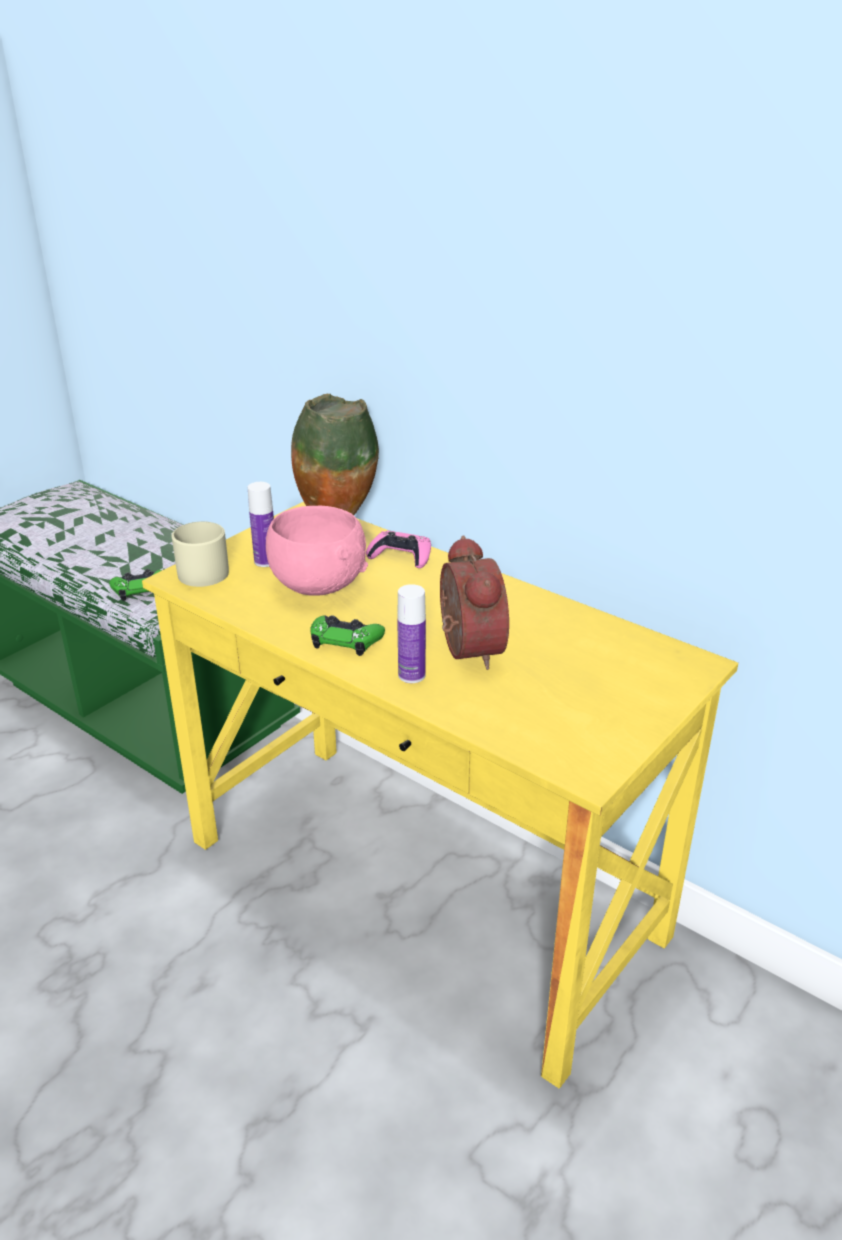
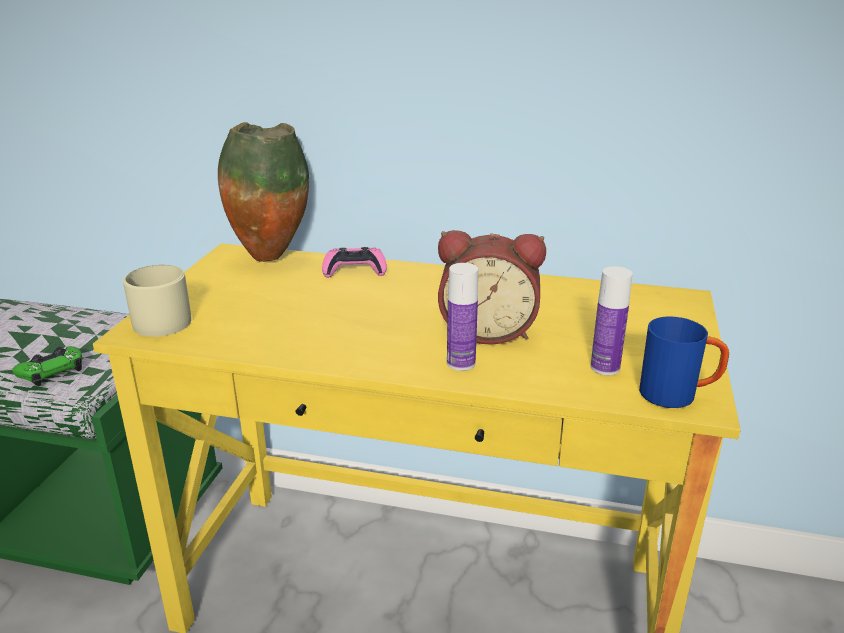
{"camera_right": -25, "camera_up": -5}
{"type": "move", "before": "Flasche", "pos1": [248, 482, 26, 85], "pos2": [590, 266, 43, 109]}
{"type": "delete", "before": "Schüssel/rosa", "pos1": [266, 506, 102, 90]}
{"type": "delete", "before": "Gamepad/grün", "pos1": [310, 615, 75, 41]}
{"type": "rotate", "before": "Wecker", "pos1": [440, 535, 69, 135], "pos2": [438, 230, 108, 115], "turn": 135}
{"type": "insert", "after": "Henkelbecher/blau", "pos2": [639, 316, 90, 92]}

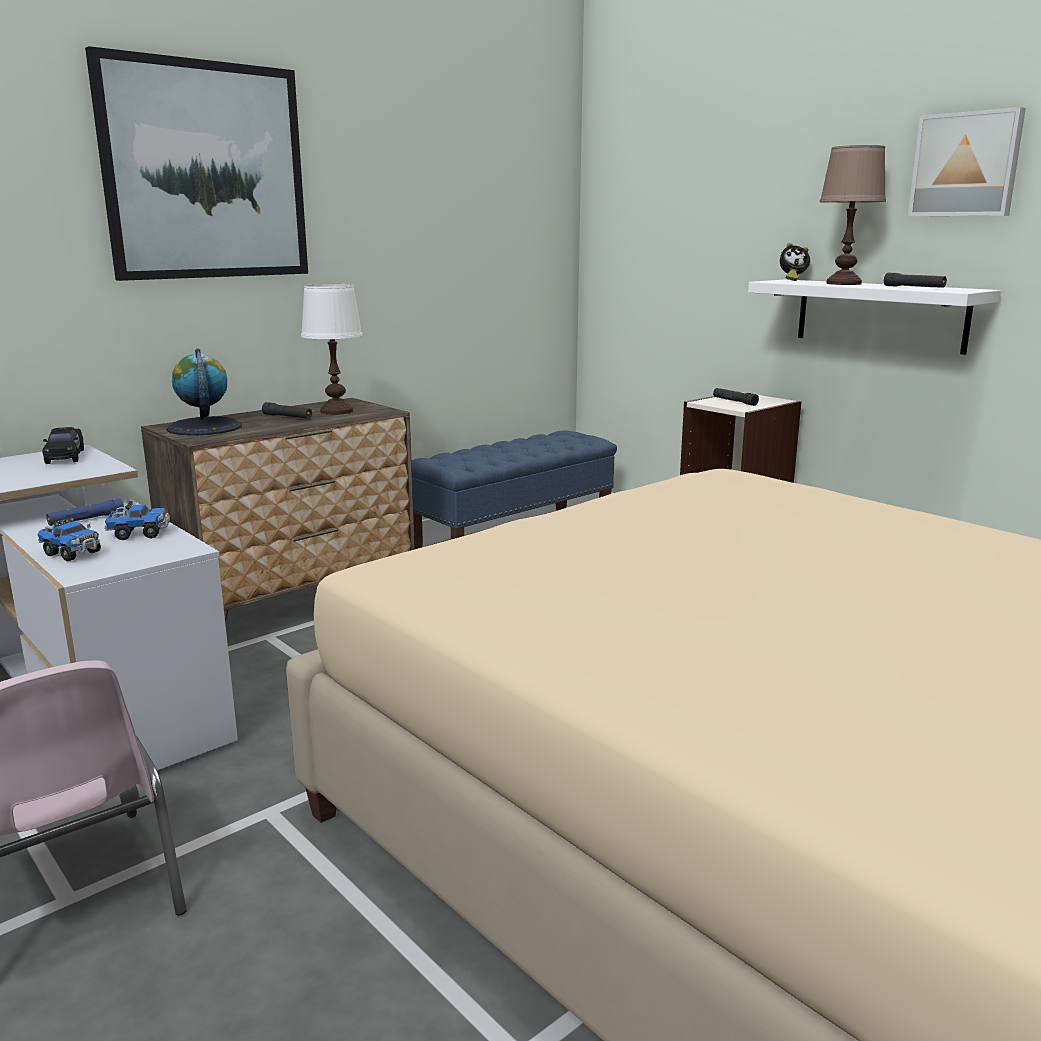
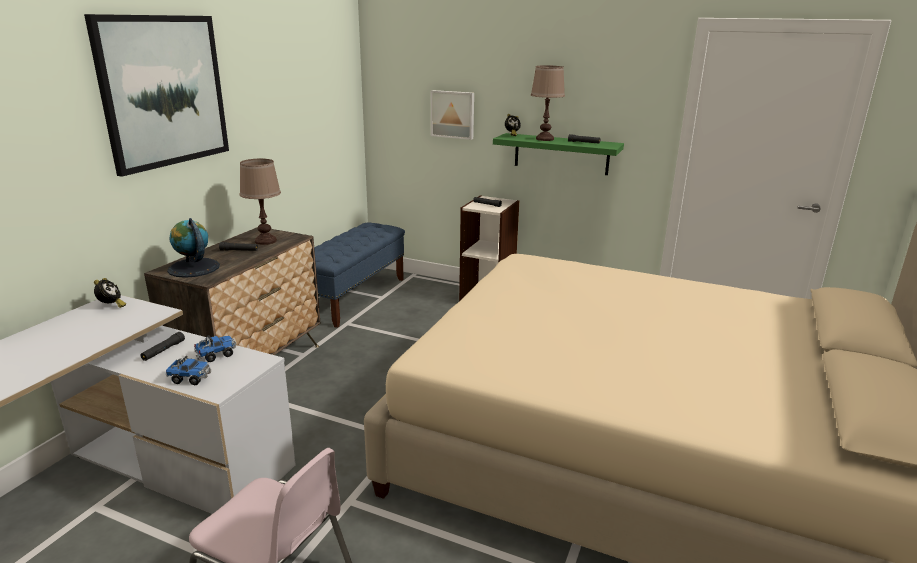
{"camera_right": -25, "camera_up": 5}
{"type": "replace", "before": "Spielzeugauto/schwarz", "after": "Wecker", "pos1": [43, 427, 41, 37], "pos2": [94, 278, 32, 30]}
{"type": "recolor", "before": "Taschenlampe/blau", "after": "Taschenlampe/schwarz", "pos1": [46, 498, 78, 28], "pos2": [140, 332, 45, 29]}
{"type": "recolor", "before": "Tischlampe/weiß", "after": "Tischlampe/braun", "pos1": [301, 284, 62, 131], "pos2": [240, 159, 41, 86]}
{"type": "recolor", "before": "Wandregal/weiß", "after": "Wandregal/grün", "pos1": [748, 279, 253, 76], "pos2": [493, 133, 131, 42]}
{"type": "move", "before": "Bild", "pos1": [908, 107, 118, 109], "pos2": [431, 90, 43, 50]}

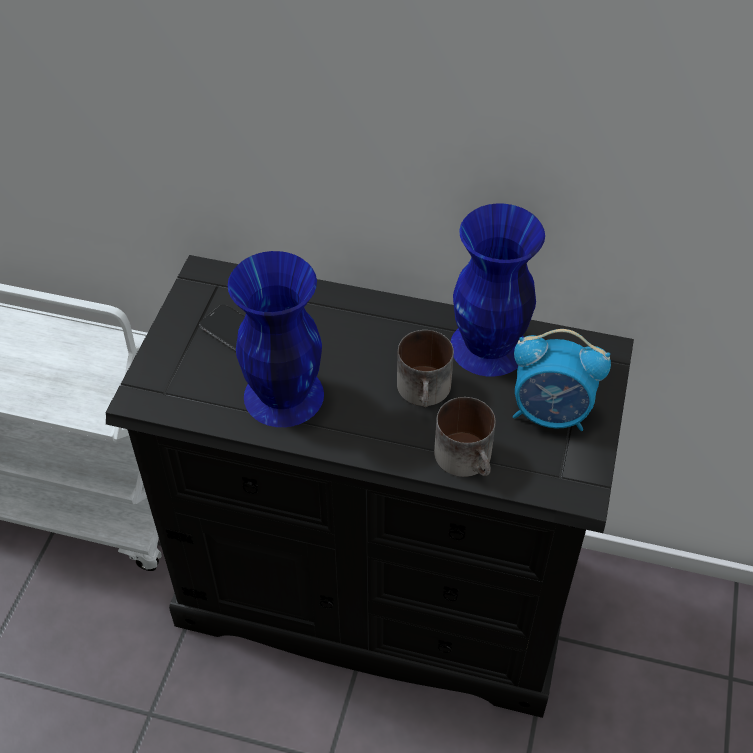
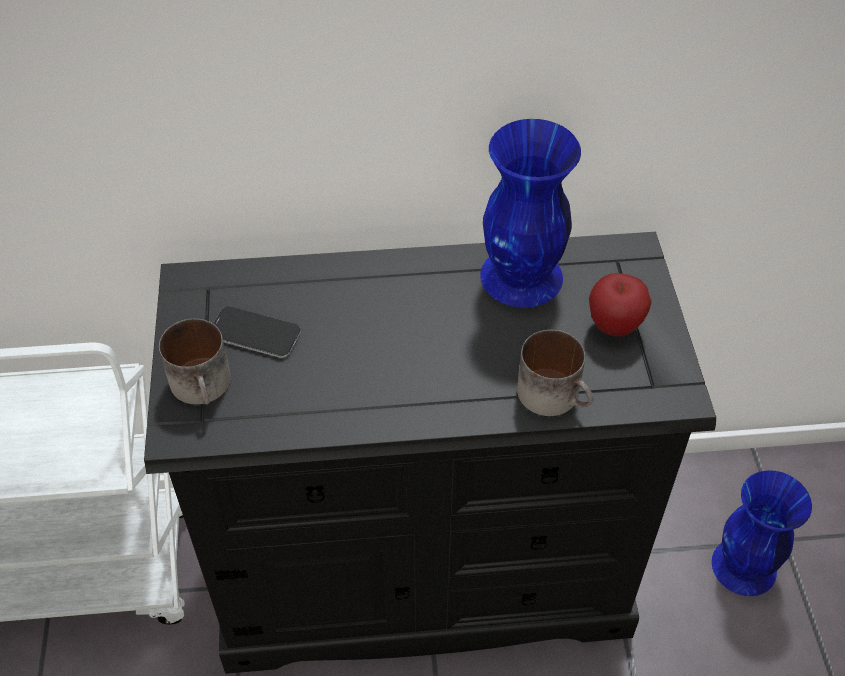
{"camera_right": -20, "camera_up": 0}
{"type": "move", "before": "Vase/blau", "pos1": [228, 251, 96, 176], "pos2": [712, 470, 100, 126]}
{"type": "move", "before": "Henkelbecher", "pos1": [397, 330, 57, 77], "pos2": [159, 319, 72, 86]}
{"type": "replace", "before": "Wecker", "after": "Apfel", "pos1": [513, 329, 98, 102], "pos2": [589, 273, 63, 63]}

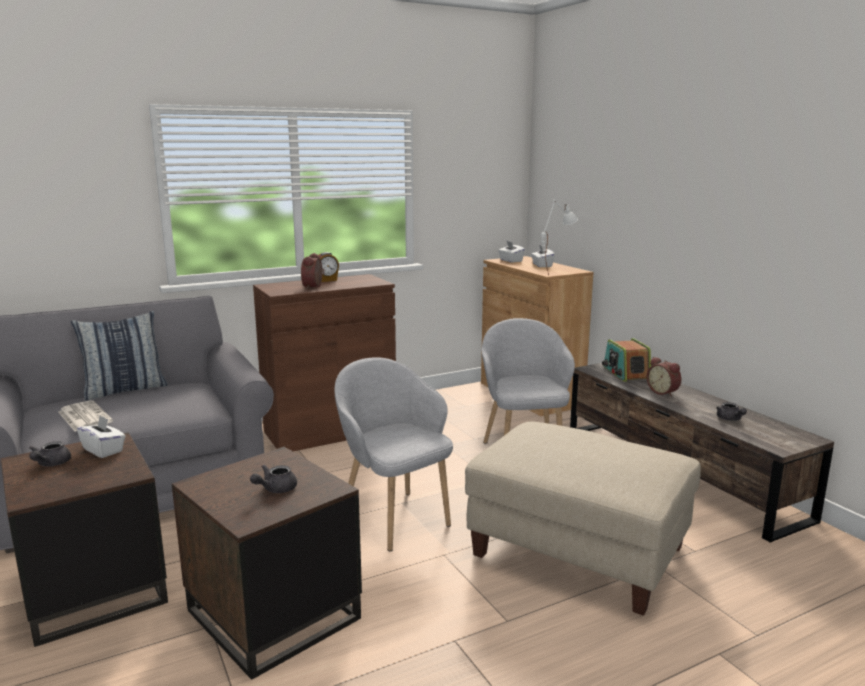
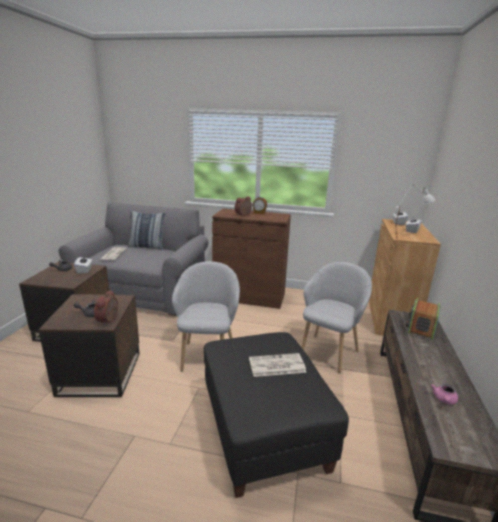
{"camera_right": 40, "camera_up": 5}
{"type": "recolor", "before": "Polsterhocker/beige", "after": "Polsterhocker/schwarz", "pos1": [465, 421, 236, 195], "pos2": [204, 332, 145, 166]}
{"type": "move", "before": "Wecker", "pos1": [647, 357, 34, 40], "pos2": [94, 290, 25, 36]}
{"type": "recolor", "before": "Teekanne/grau", "after": "Teekanne/rosa", "pos1": [716, 402, 31, 19], "pos2": [431, 383, 27, 22]}
{"type": "insert", "after": "Zeitung", "pos2": [249, 353, 58, 24]}

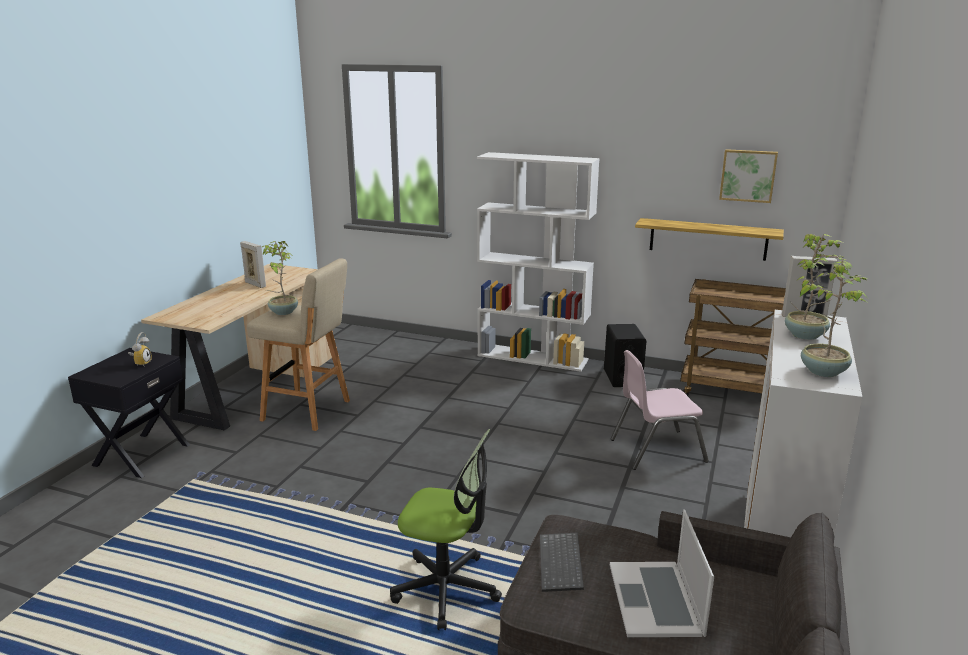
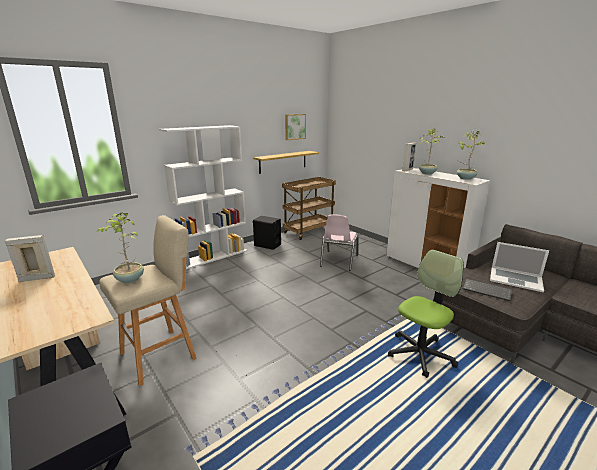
{"camera_right": -60, "camera_up": 0}
{"type": "delete", "before": "Wecker", "pos1": [128, 332, 24, 34]}

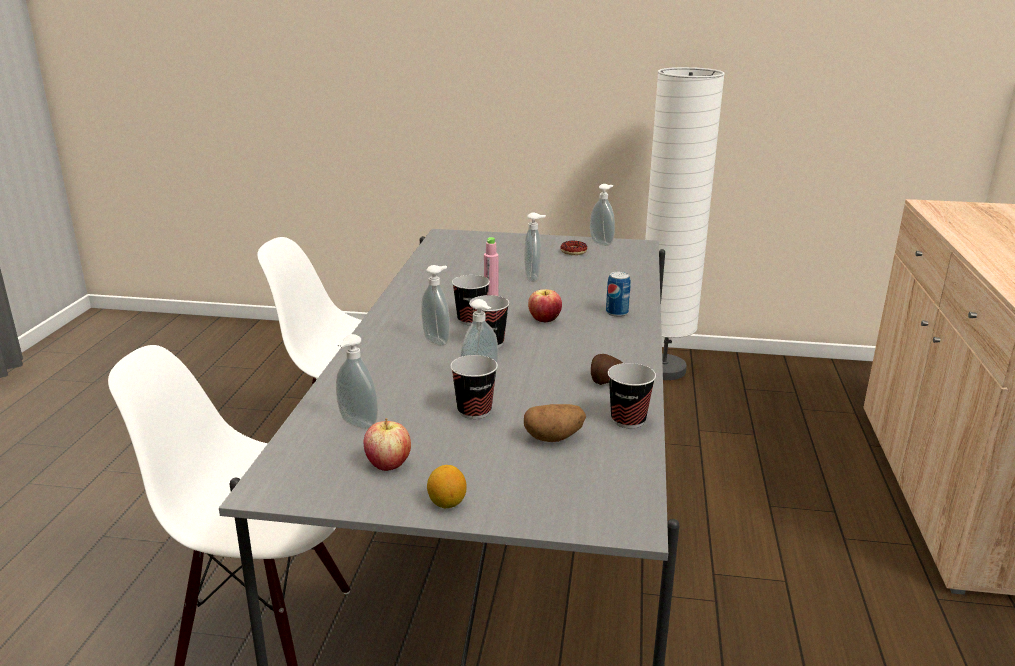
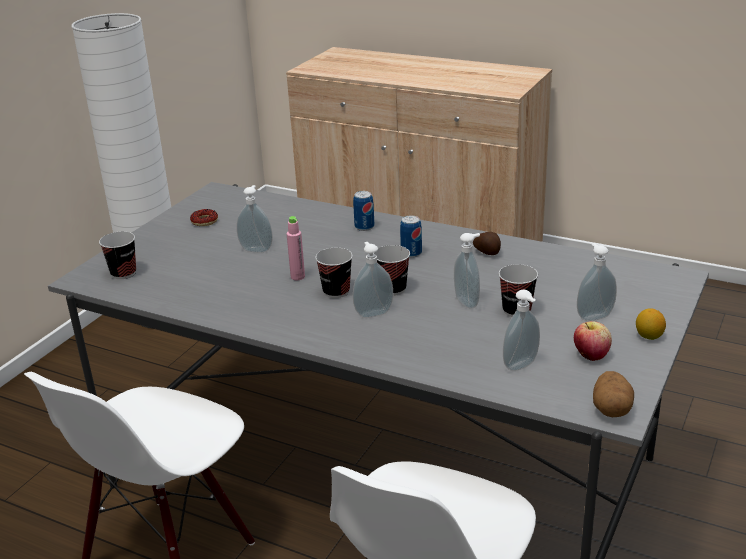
{"camera_right": -70, "camera_up": 5}
{"type": "move", "before": "Kartoffel", "pos1": [524, 404, 62, 38], "pos2": [593, 371, 41, 46]}
{"type": "delete", "before": "Apfel", "pos1": [528, 289, 34, 33]}
{"type": "move", "before": "Seifenspender", "pos1": [590, 184, 25, 62], "pos2": [577, 243, 40, 78]}
{"type": "move", "before": "Tasse", "pos1": [608, 363, 48, 65], "pos2": [99, 231, 37, 48]}
{"type": "insert", "after": "Dose", "pos2": [400, 215, 22, 43]}

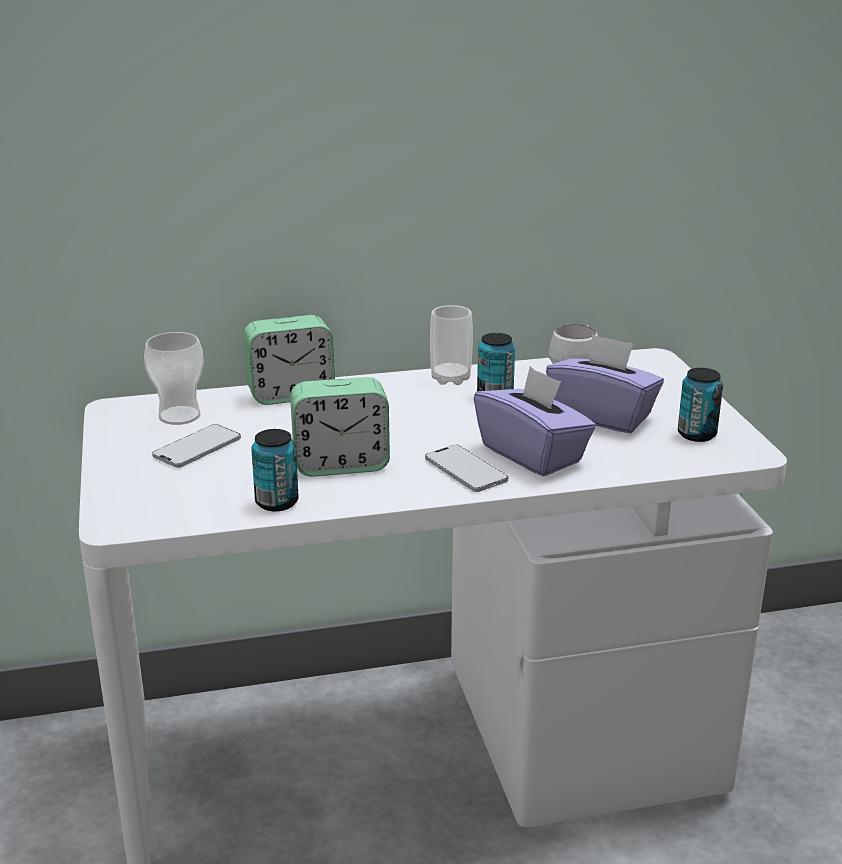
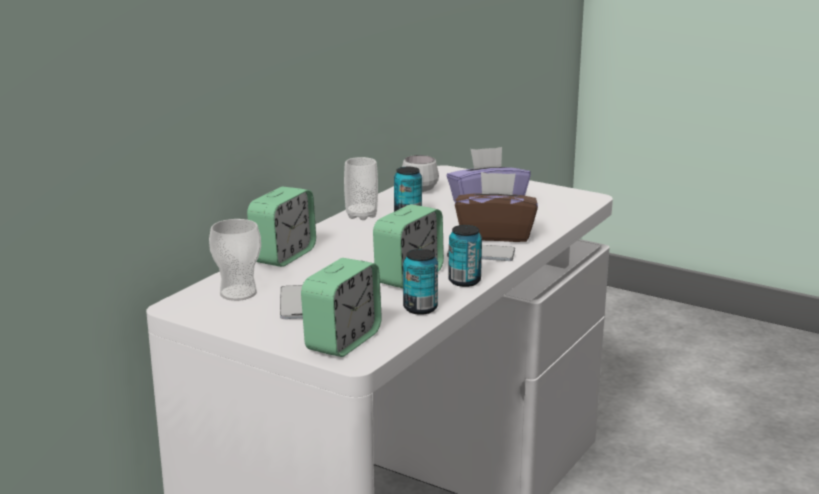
{"camera_right": -45, "camera_up": -5}
{"type": "recolor", "before": "Taschentuchbox/lila", "after": "Taschentuchbox/braun", "pos1": [474, 366, 122, 110], "pos2": [455, 172, 83, 70]}
{"type": "move", "before": "Dose", "pos1": [678, 368, 45, 74], "pos2": [448, 225, 34, 62]}
{"type": "insert", "after": "Wecker", "pos2": [301, 258, 81, 99]}

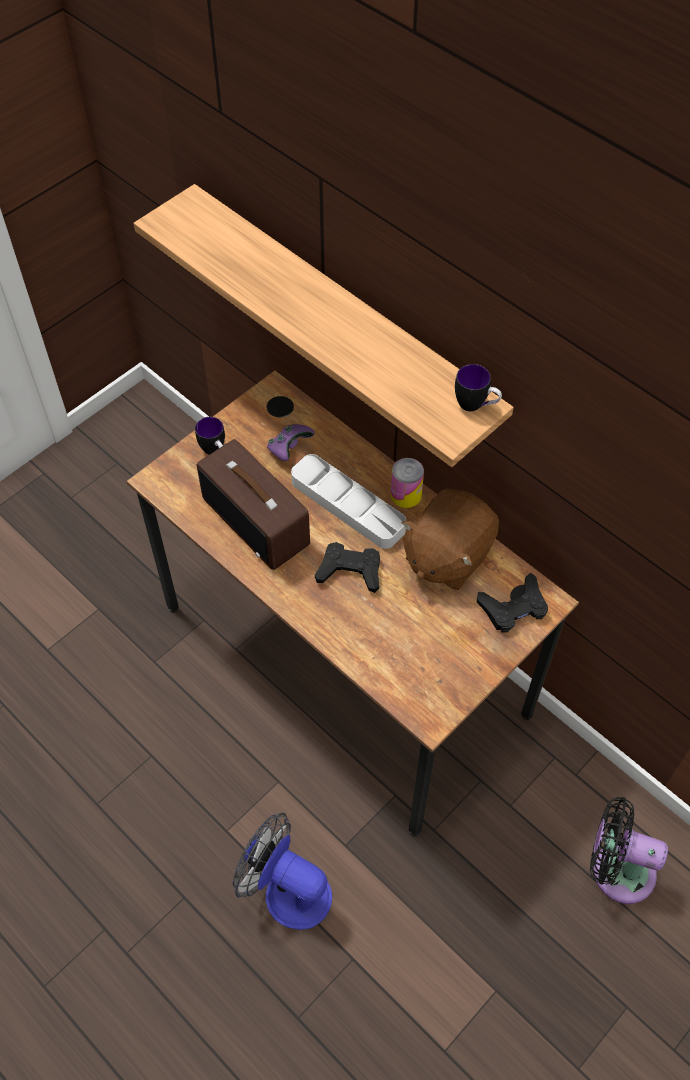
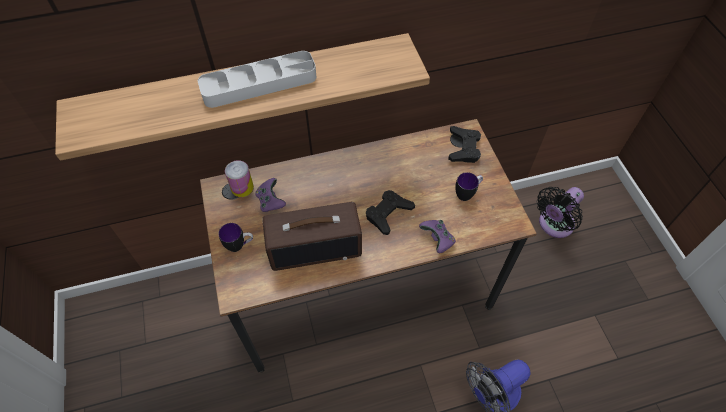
{"camera_right": -60, "camera_up": 0}
{"type": "move", "before": "Tablett/grau", "pos1": [291, 454, 115, 95], "pos2": [198, 51, 118, 57]}
{"type": "move", "before": "Dose", "pos1": [391, 458, 33, 50], "pos2": [225, 160, 29, 37]}
{"type": "delete", "before": "Plüschtier/braun", "pos1": [401, 488, 98, 102]}
{"type": "move", "before": "Henkelbecher", "pos1": [455, 364, 47, 48], "pos2": [455, 172, 28, 29]}
{"type": "insert", "after": "Gamepad/lila", "pos2": [419, 220, 37, 33]}

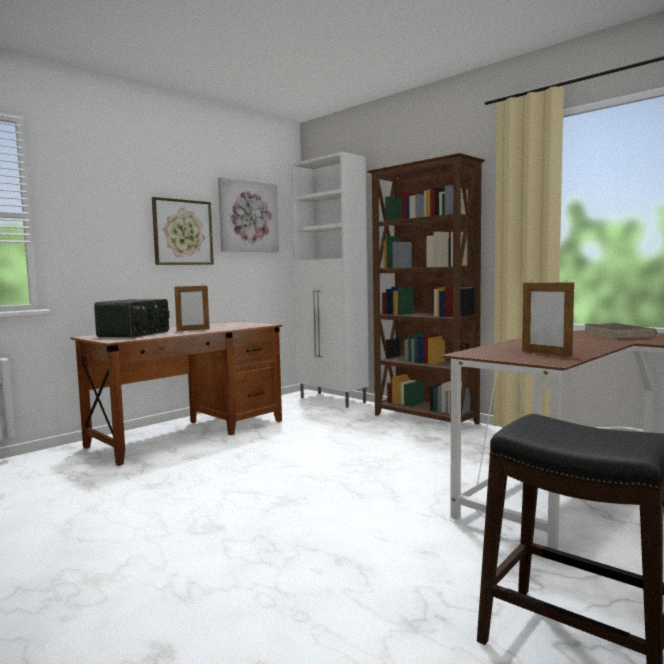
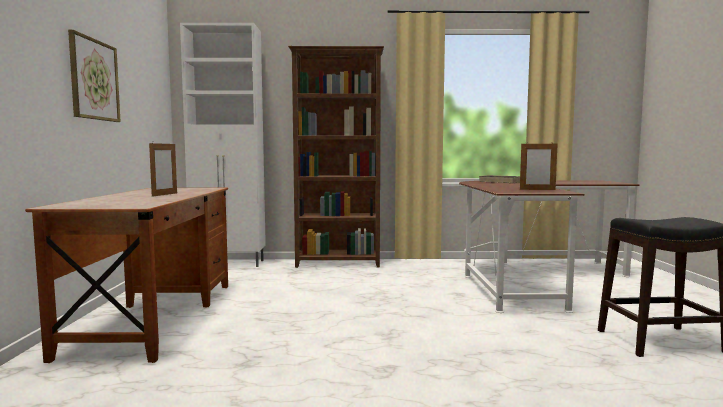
{"camera_right": -45, "camera_up": 0}
{"type": "delete", "before": "Radio", "pos1": [94, 299, 75, 39]}
{"type": "delete", "before": "Bild", "pos1": [218, 177, 61, 75]}

